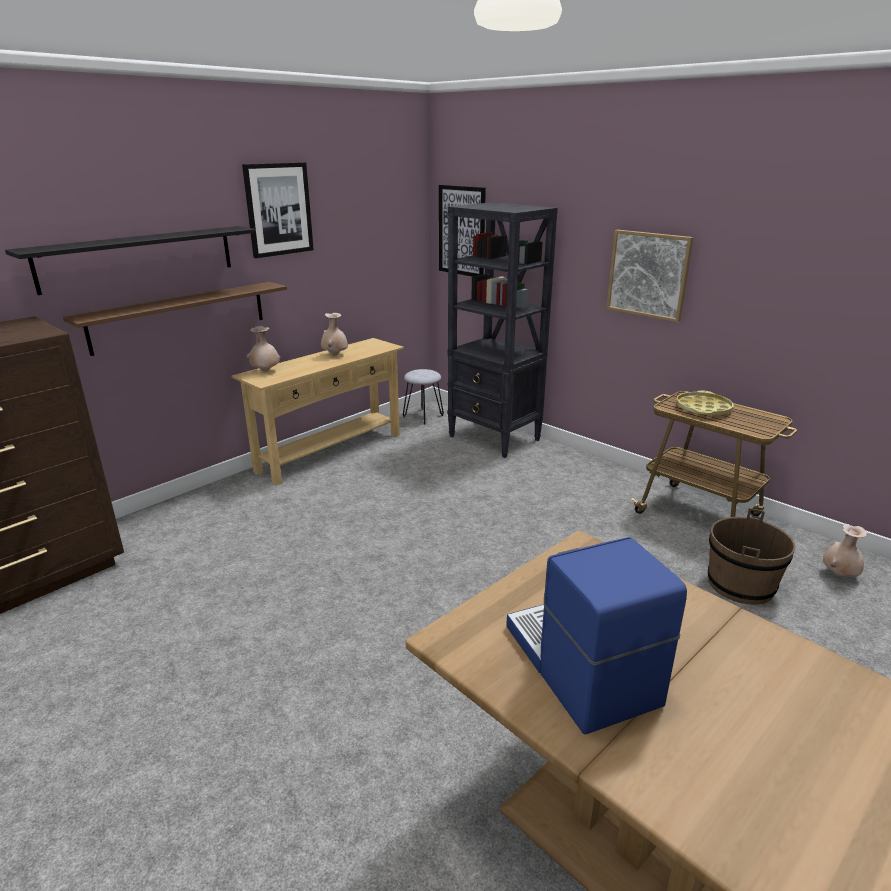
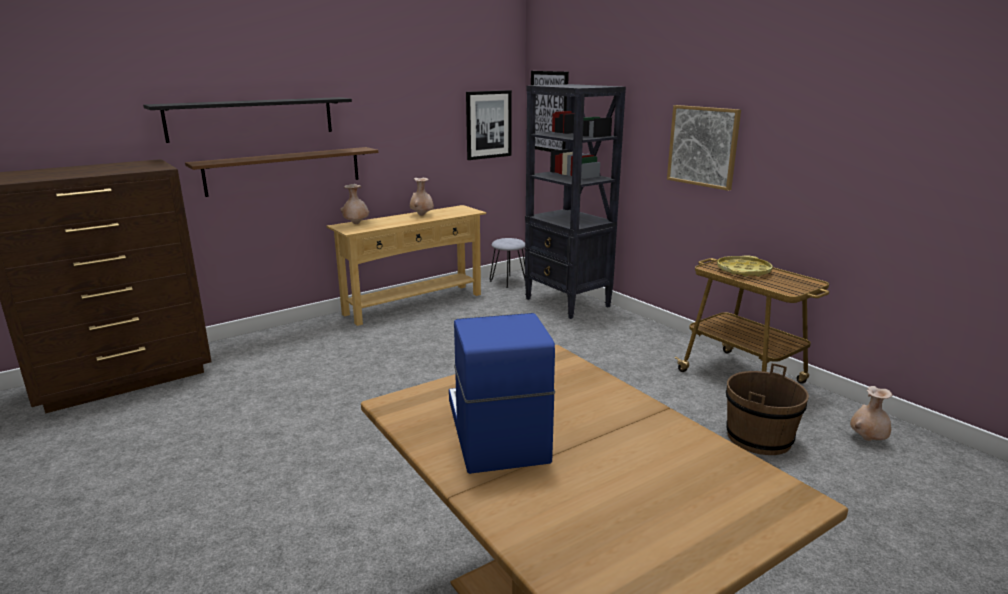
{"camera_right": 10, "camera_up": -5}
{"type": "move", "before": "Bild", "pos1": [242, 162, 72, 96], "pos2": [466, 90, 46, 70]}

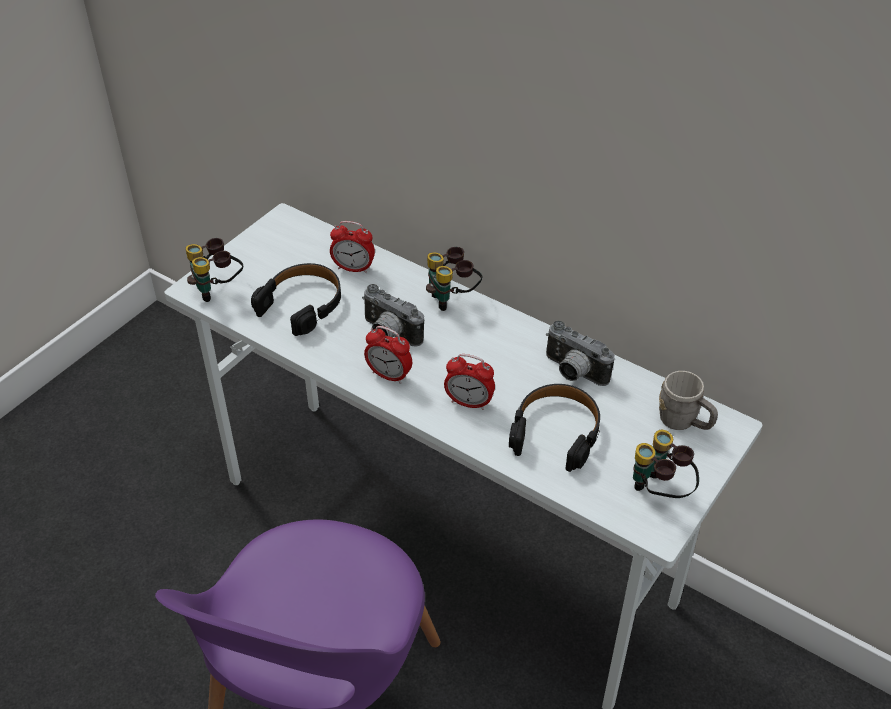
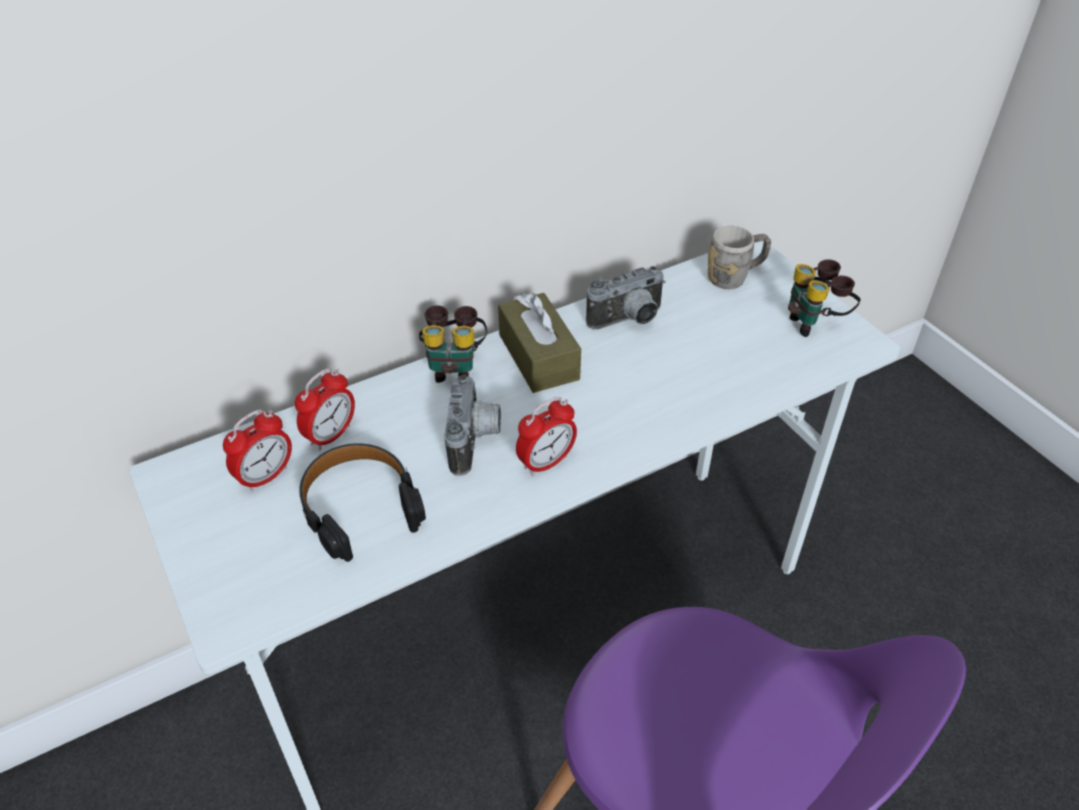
{"camera_right": -65, "camera_up": 0}
{"type": "delete", "before": "Fernglas", "pos1": [185, 238, 58, 64]}
{"type": "rotate", "before": "Kamera", "pos1": [362, 284, 63, 63], "pos2": [445, 375, 56, 101], "turn": -60}
{"type": "move", "before": "Wecker", "pos1": [444, 354, 51, 56], "pos2": [223, 409, 69, 83]}
{"type": "delete", "before": "Kopfhörer/schwarz", "pos1": [509, 384, 91, 88]}
{"type": "insert", "after": "Taschentuchbox/braun", "pos2": [498, 293, 83, 100]}

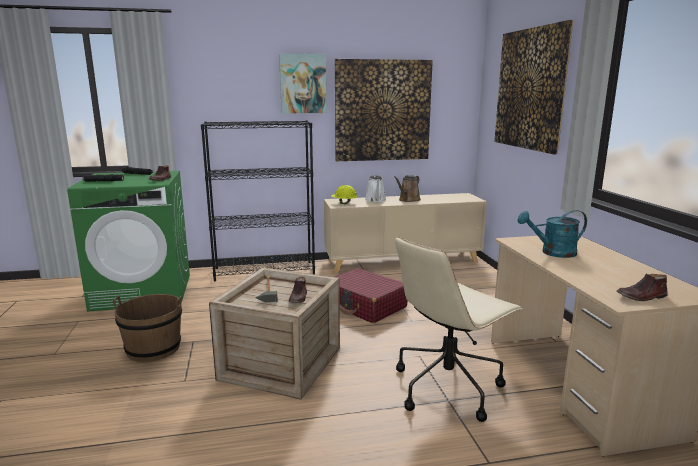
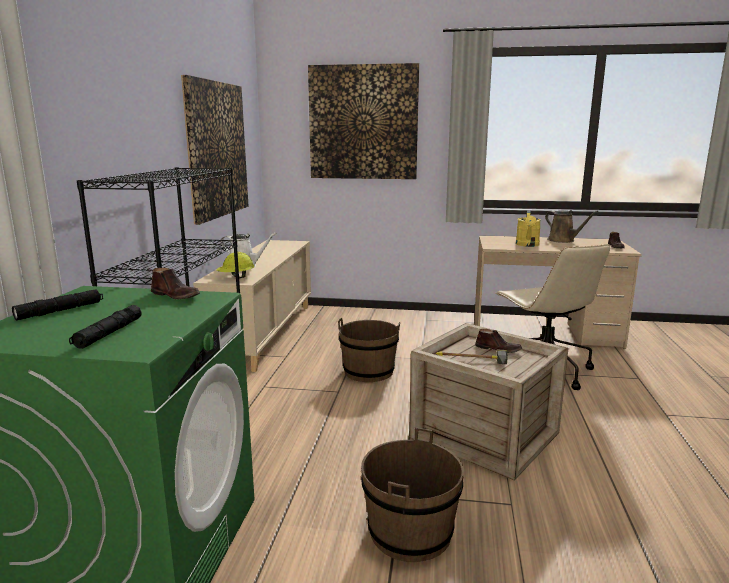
{"camera_right": -70, "camera_up": 0}
{"type": "delete", "before": "Bild", "pos1": [279, 53, 48, 60]}
{"type": "replace", "before": "Koffer/rot", "after": "Eimer/braun", "pos1": [335, 268, 73, 55], "pos2": [338, 318, 62, 64]}
{"type": "move", "before": "Gießkanne/braun", "pos1": [394, 175, 27, 27], "pos2": [545, 210, 53, 33]}
{"type": "recolor", "before": "Gießkanne/türkis", "after": "Gießkanne/gelb", "pos1": [518, 210, 69, 48], "pos2": [516, 211, 25, 36]}

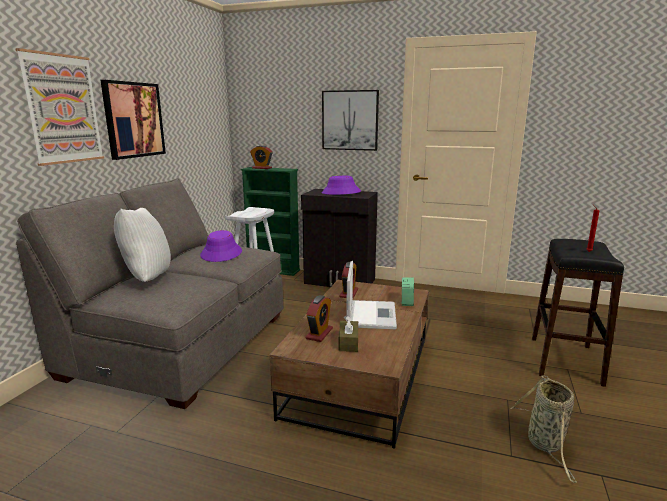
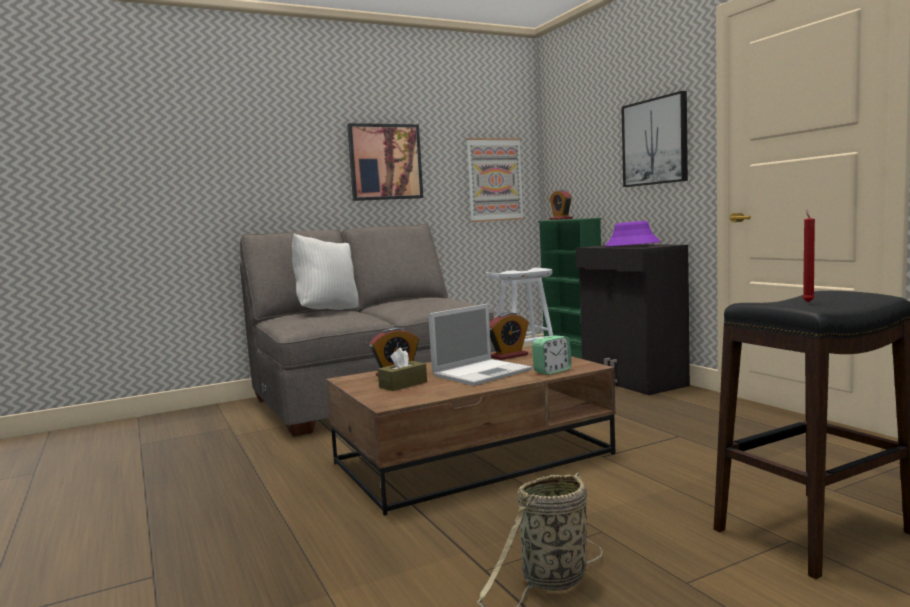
{"camera_right": 45, "camera_up": -10}
{"type": "move", "before": "Bild", "pos1": [15, 48, 89, 118], "pos2": [466, 138, 58, 84]}
{"type": "delete", "before": "Hut/lila", "pos1": [200, 230, 42, 32]}

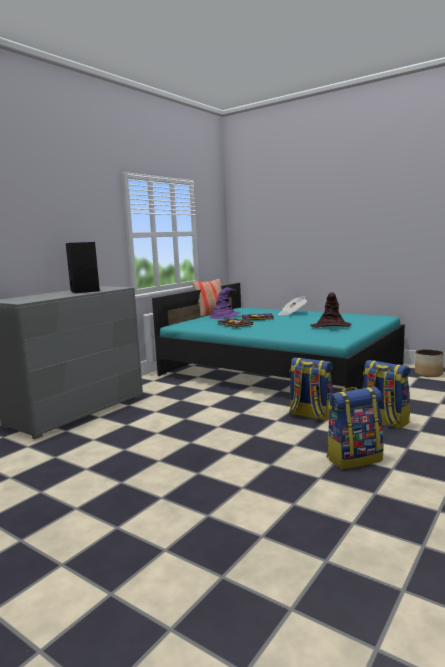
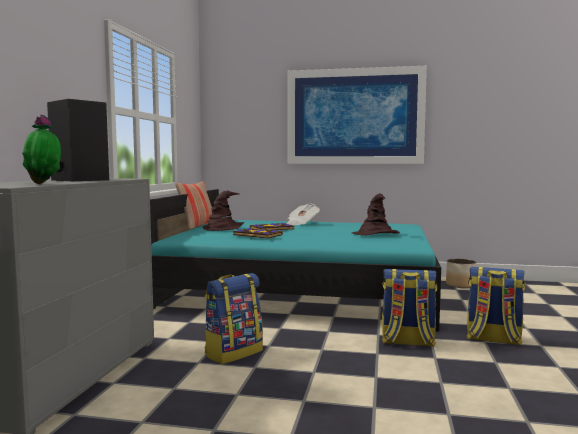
{"camera_right": -25, "camera_up": -5}
{"type": "recolor", "before": "Hut/lila", "after": "Hut/braun", "pos1": [209, 287, 31, 32], "pos2": [202, 190, 42, 41]}
{"type": "move", "before": "Rucksack", "pos1": [327, 387, 57, 82], "pos2": [205, 273, 58, 91]}
{"type": "insert", "after": "Topfpflanze", "pos2": [22, 114, 39, 70]}
{"type": "insert", "after": "Bild", "pos2": [288, 66, 139, 98]}

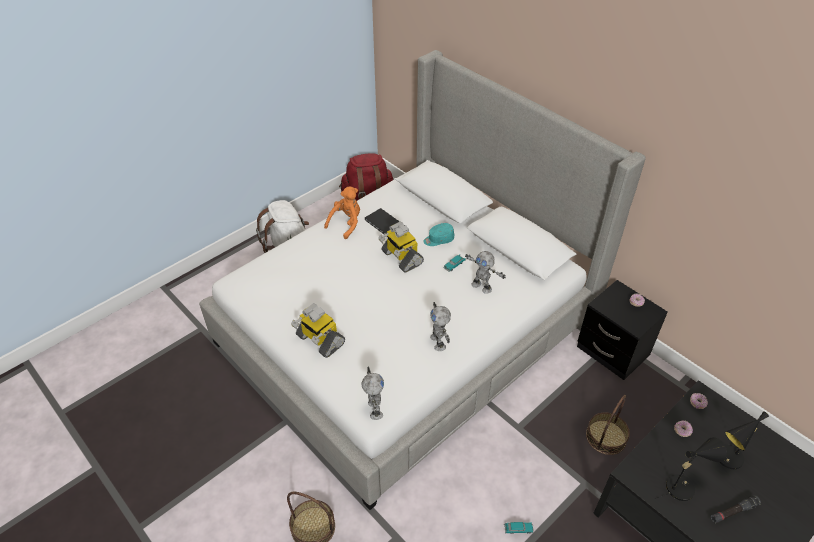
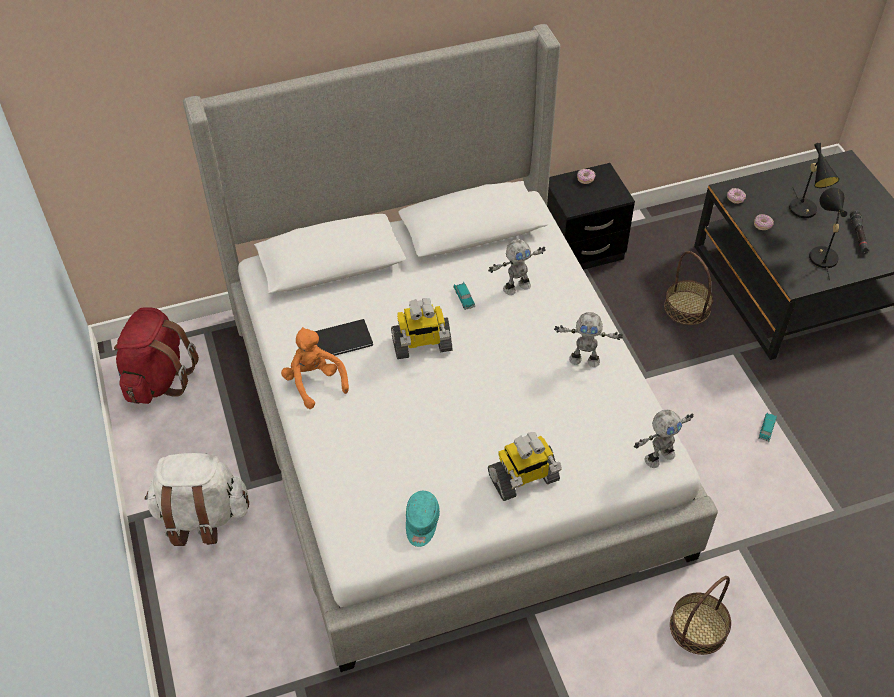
{"camera_right": -65, "camera_up": 5}
{"type": "rotate", "before": "Spielzeugroboter", "pos1": [362, 367, 22, 53], "pos2": [634, 410, 60, 58], "turn": 135}
{"type": "move", "before": "Kappe/türkis", "pos1": [423, 223, 31, 23], "pos2": [406, 491, 34, 56]}

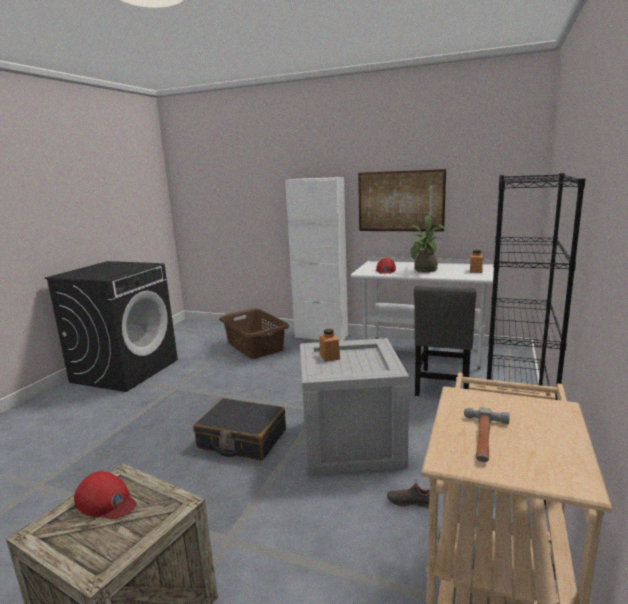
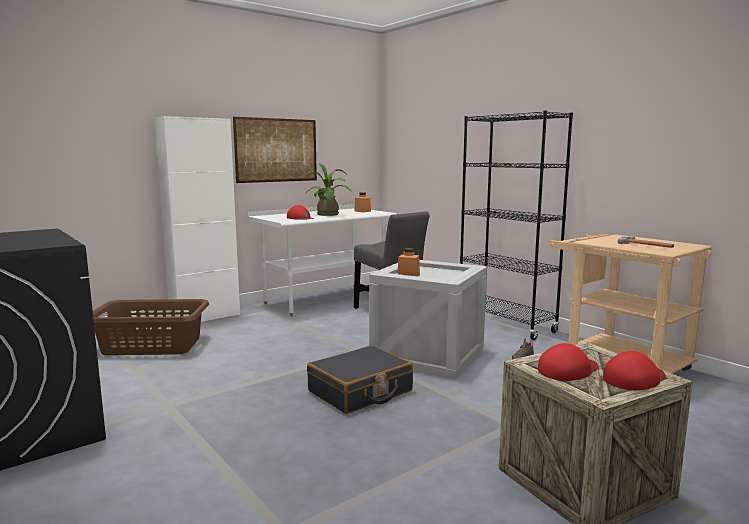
{"camera_right": -60, "camera_up": -5}
{"type": "insert", "after": "Kappe/rot", "pos2": [603, 351, 63, 39]}

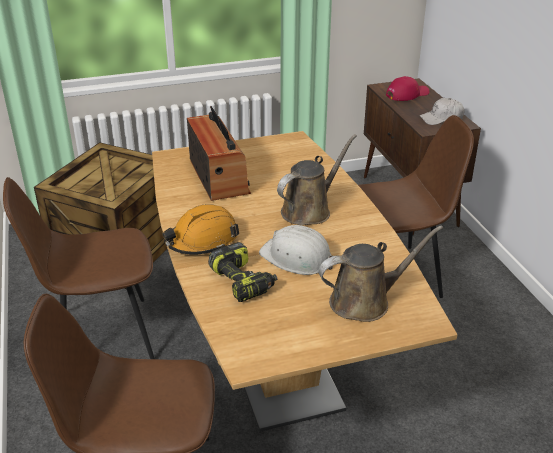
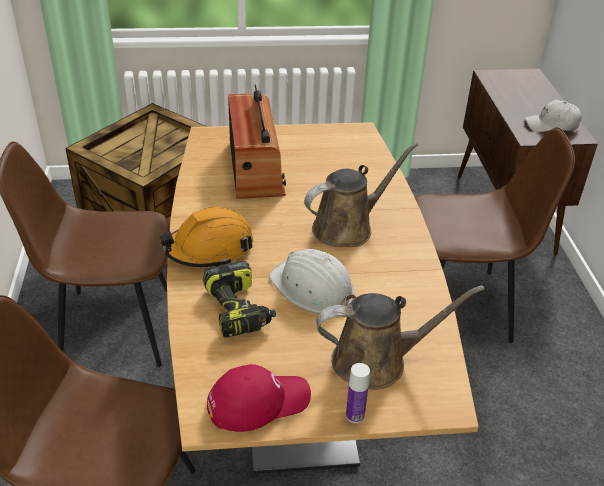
{"camera_right": 10, "camera_up": 5}
{"type": "move", "before": "Kappe/rot", "pos1": [386, 76, 43, 25], "pos2": [207, 364, 104, 68]}
{"type": "insert", "after": "Flasche", "pos2": [346, 363, 24, 60]}

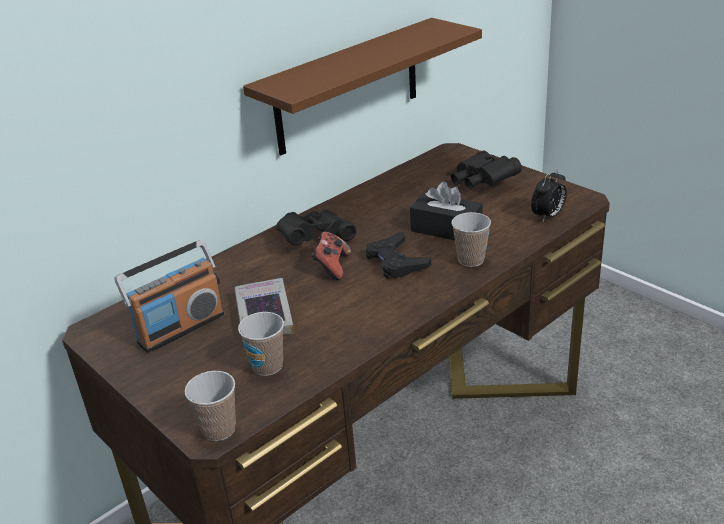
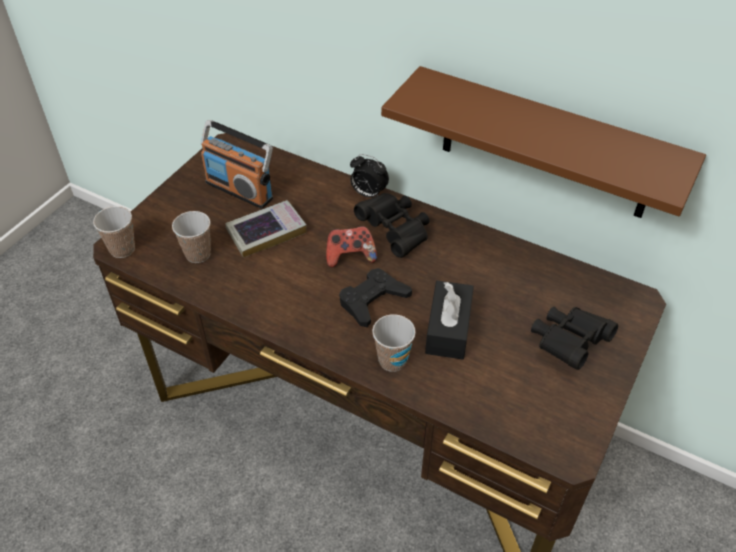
{"camera_right": 70, "camera_up": 15}
{"type": "move", "before": "Wecker", "pos1": [531, 168, 36, 54], "pos2": [350, 154, 39, 43]}

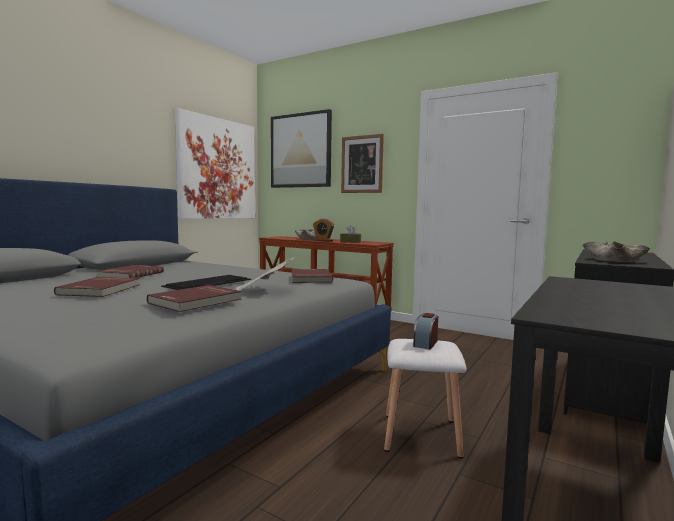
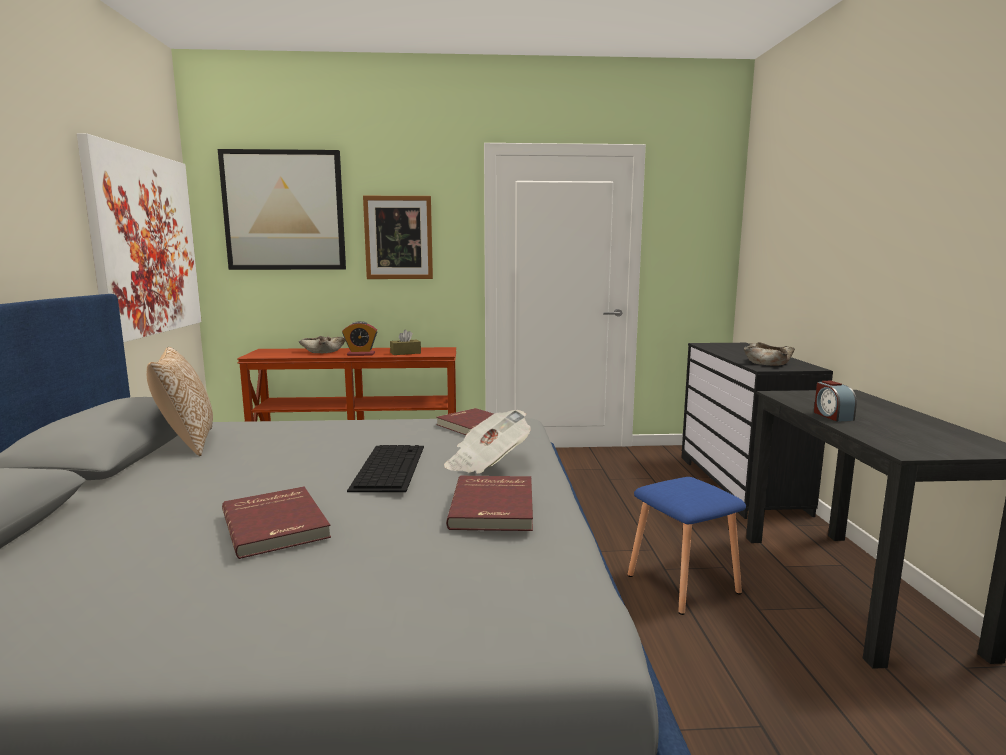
{"camera_right": -35, "camera_up": 5}
{"type": "delete", "before": "Buch/rot", "pos1": [96, 265, 68, 13]}
{"type": "recolor", "before": "Hocker/weiß", "after": "Hocker/blau", "pos1": [384, 339, 83, 119], "pos2": [628, 477, 118, 138]}
{"type": "move", "before": "Wecker", "pos1": [413, 313, 25, 37], "pos2": [814, 381, 43, 41]}
{"type": "insert", "after": "Kissen", "pos2": [147, 347, 66, 109]}

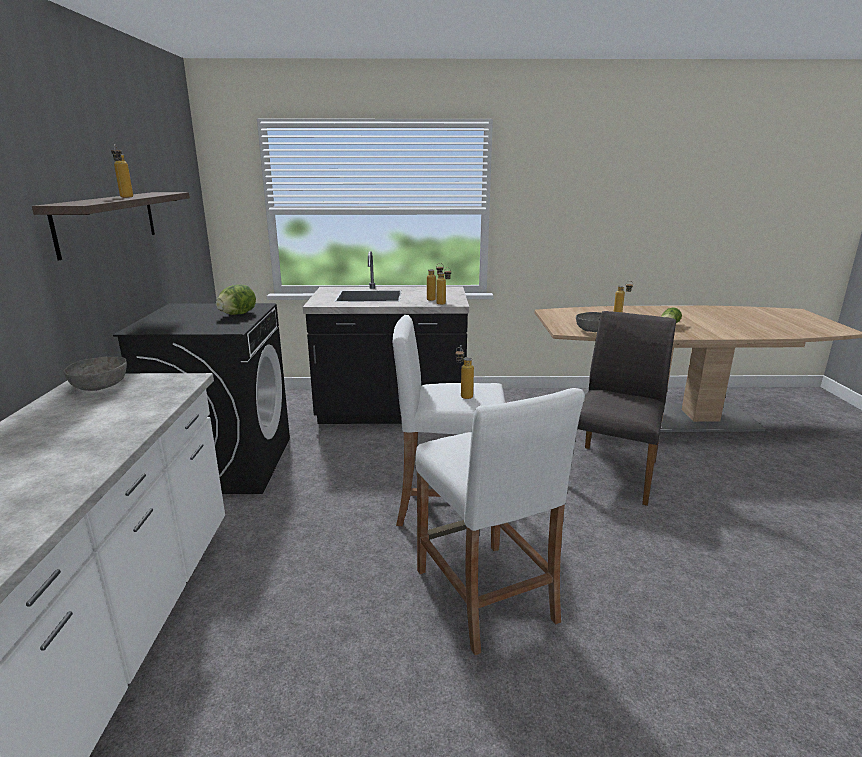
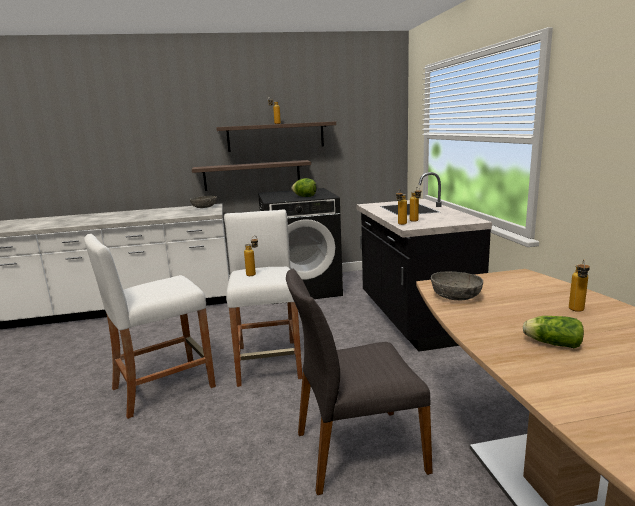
{"camera_right": 80, "camera_up": -5}
{"type": "rotate", "before": "Stuhl/grau", "pos1": [577, 311, 99, 195], "pos2": [286, 269, 147, 226], "turn": 150}
{"type": "insert", "after": "Wandregal", "pos2": [192, 160, 119, 31]}

